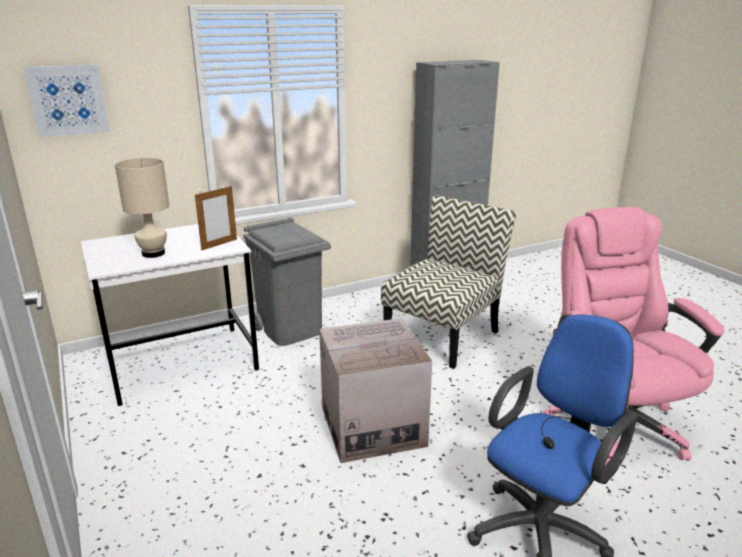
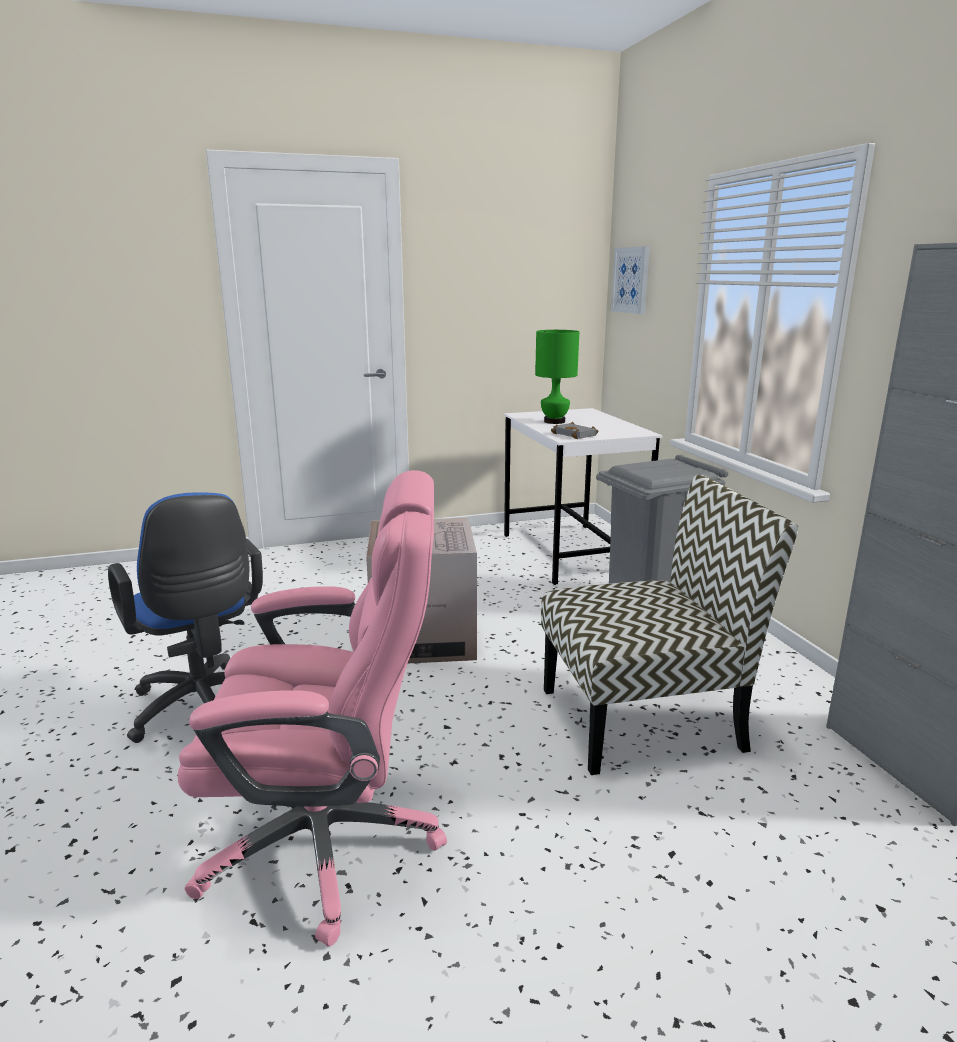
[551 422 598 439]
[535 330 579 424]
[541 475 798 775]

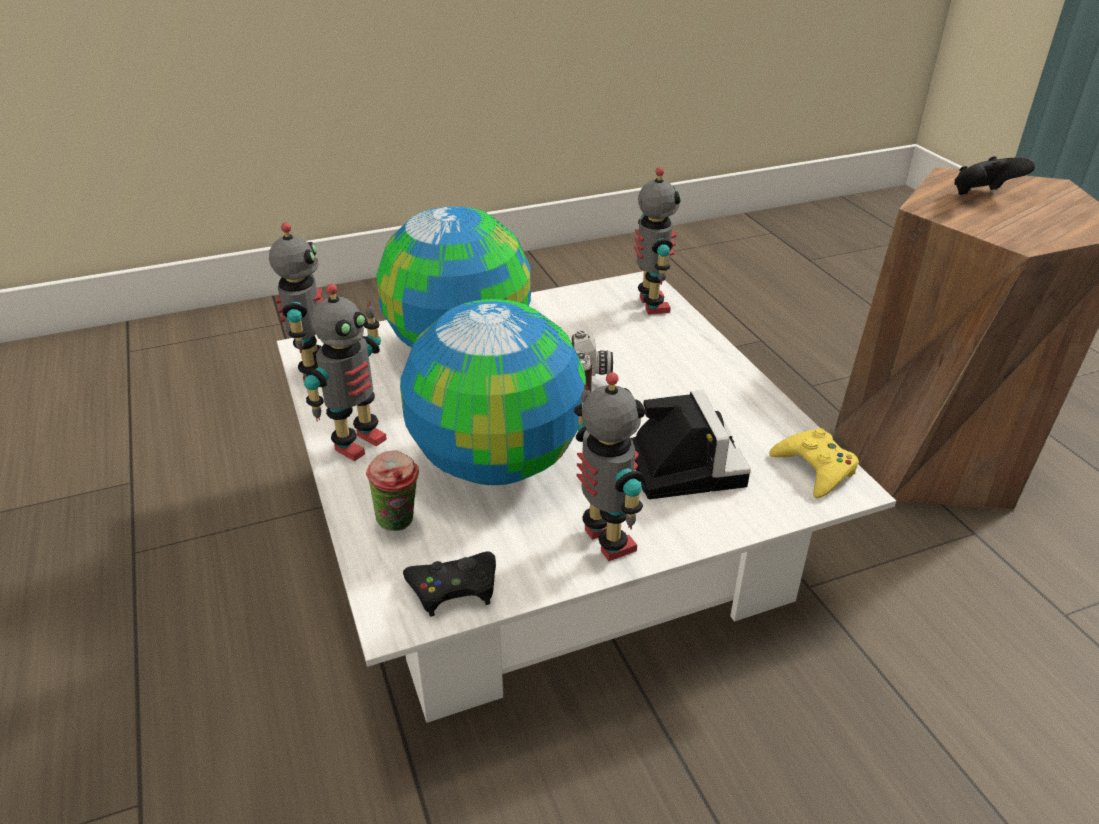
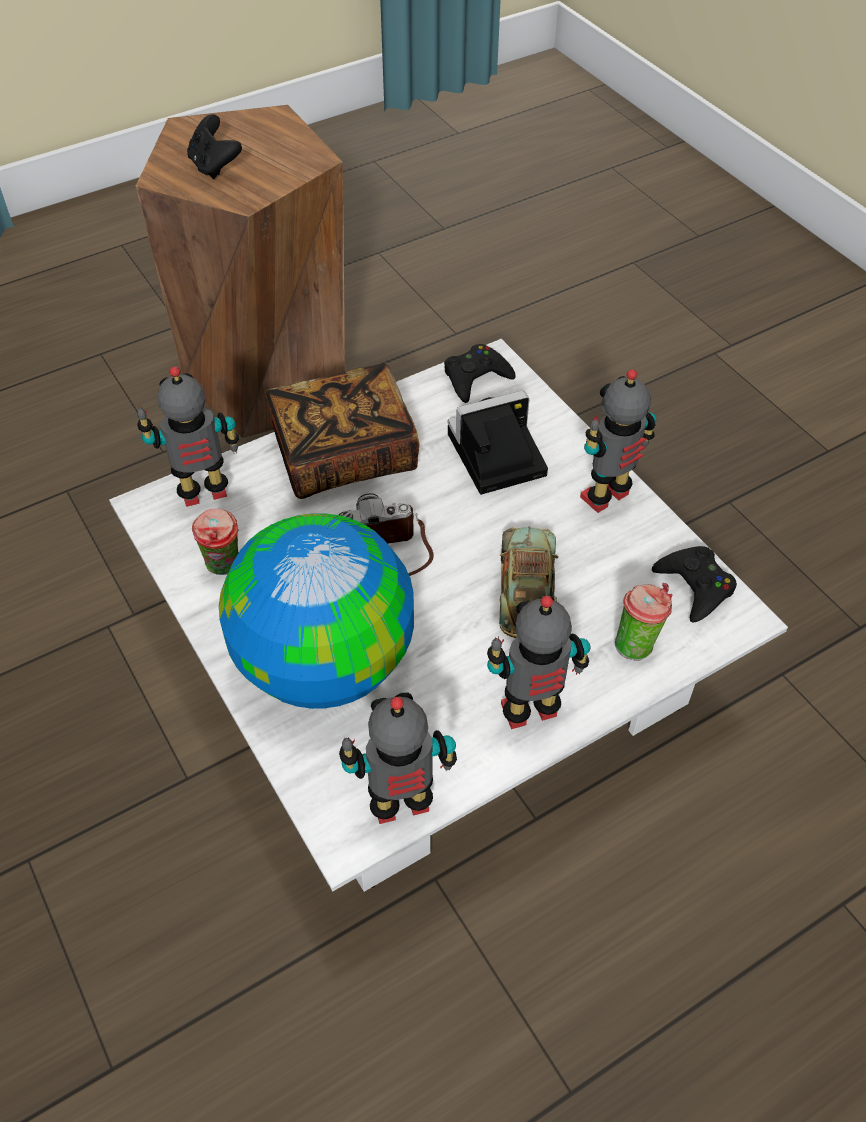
[192 509 239 575]
[265 364 419 499]
[499 526 559 638]
[444 344 516 403]
[487 595 591 729]

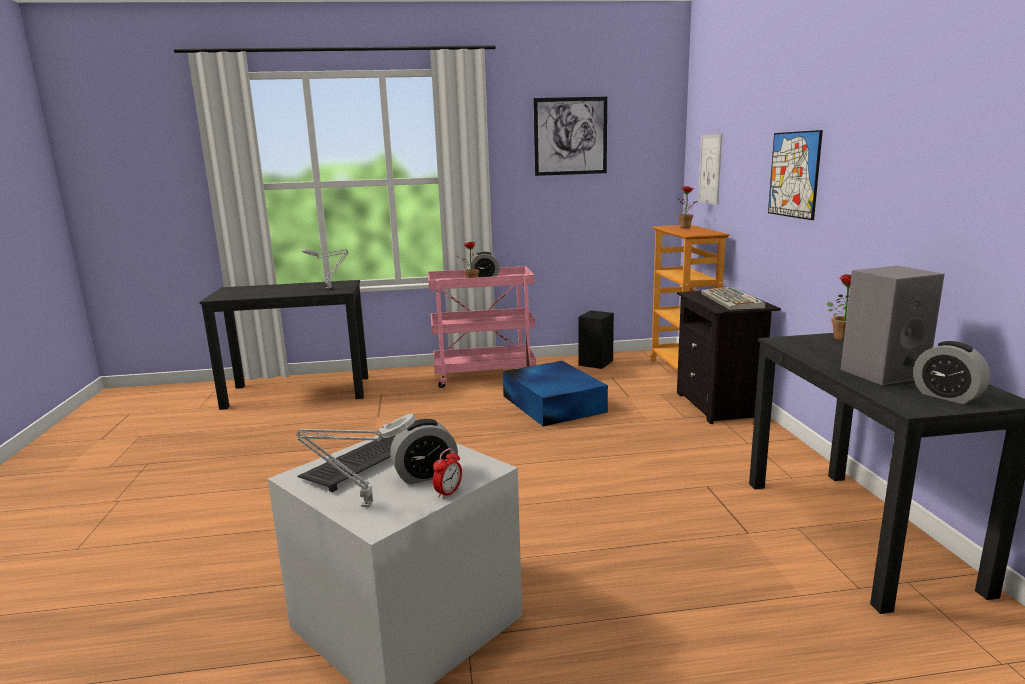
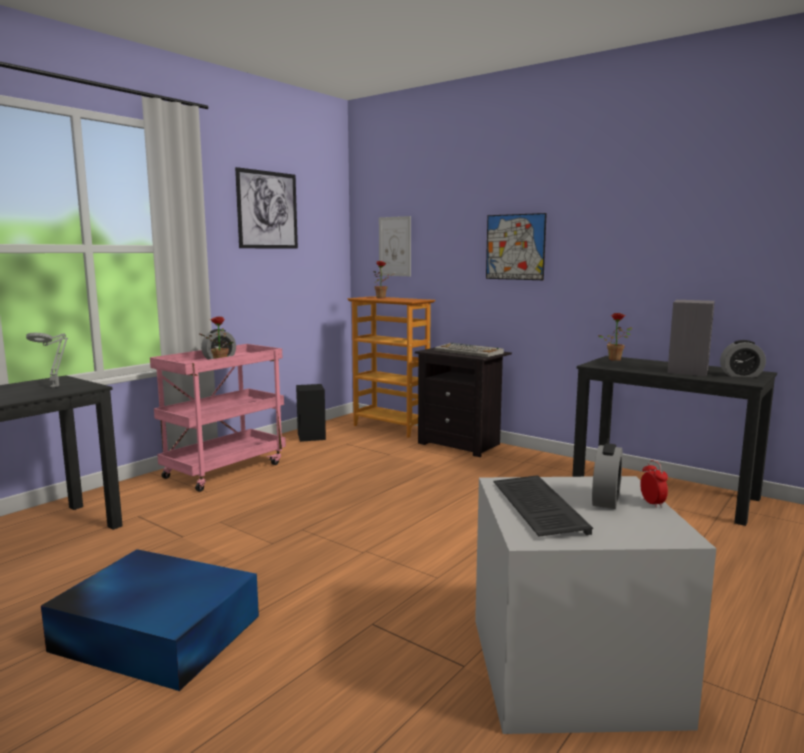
[296 414 416 508] (first image)
[41 549 259 691]

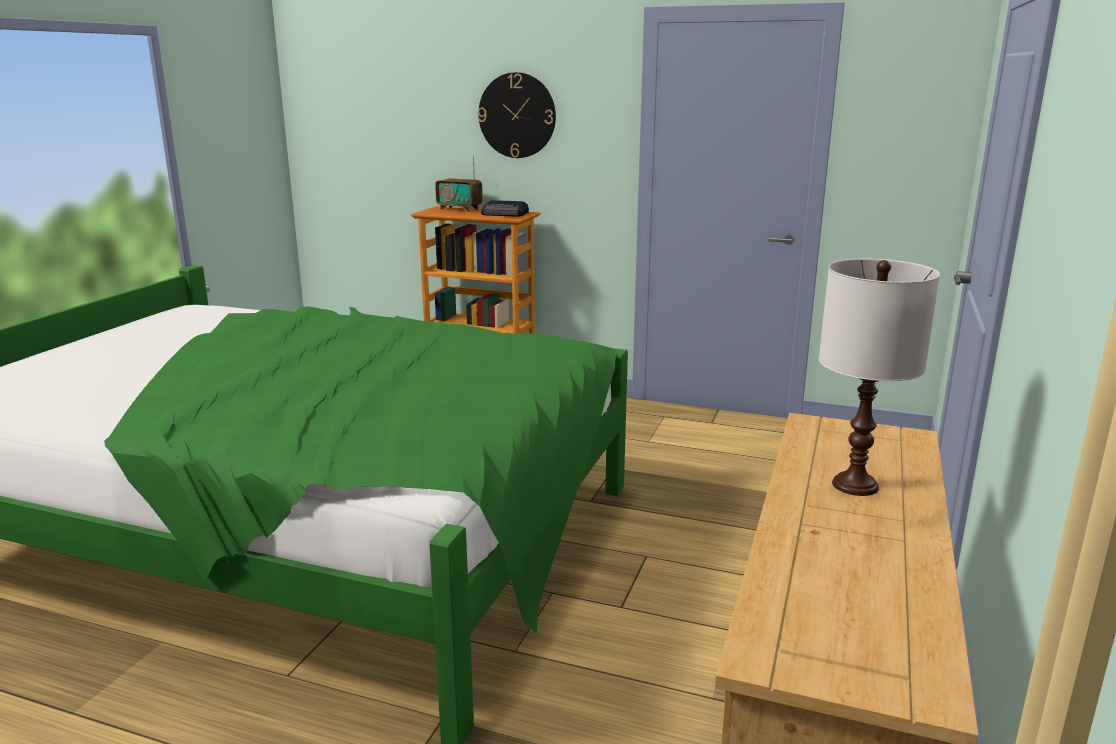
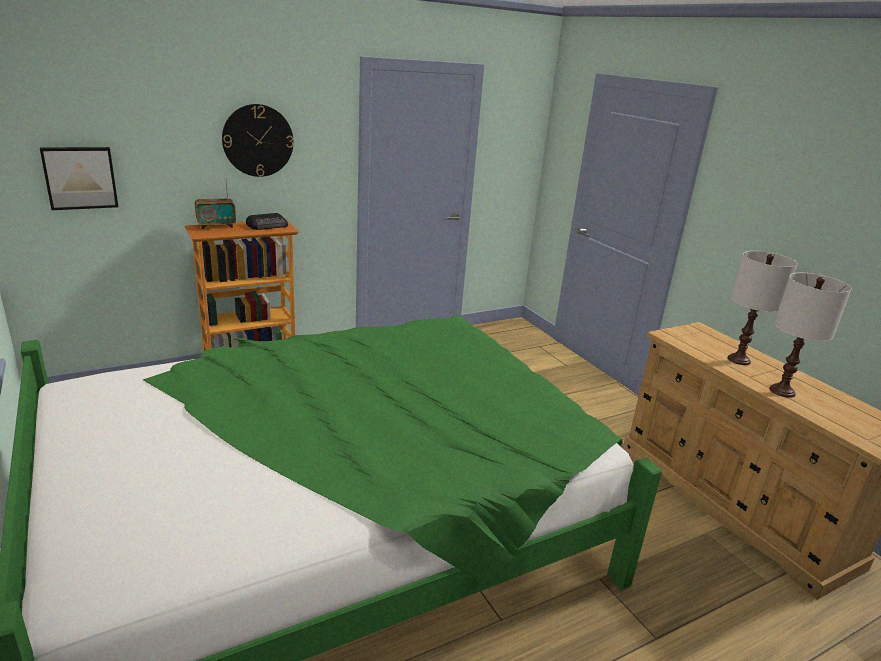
[40 147 118 210]
[769 273 852 398]

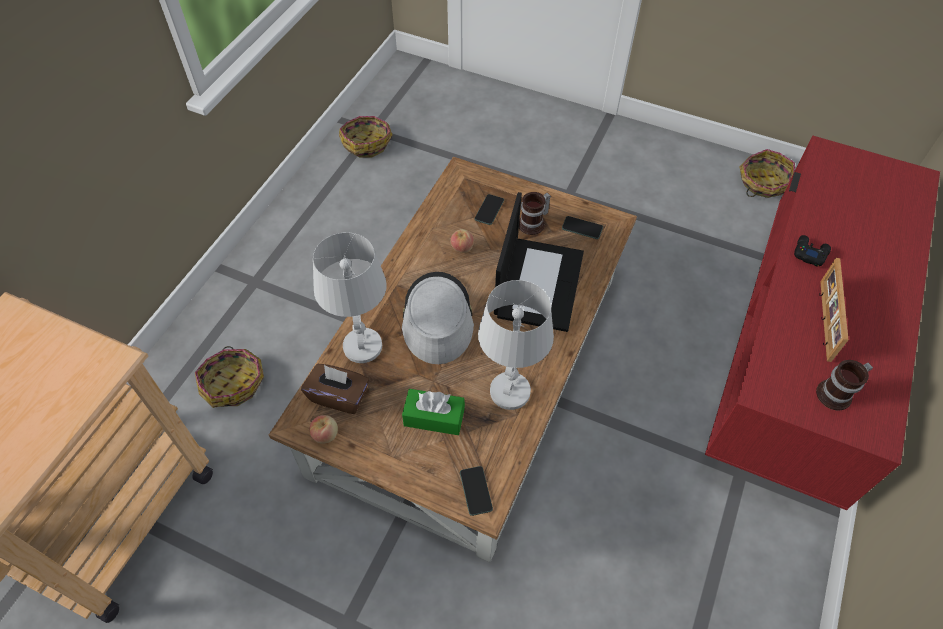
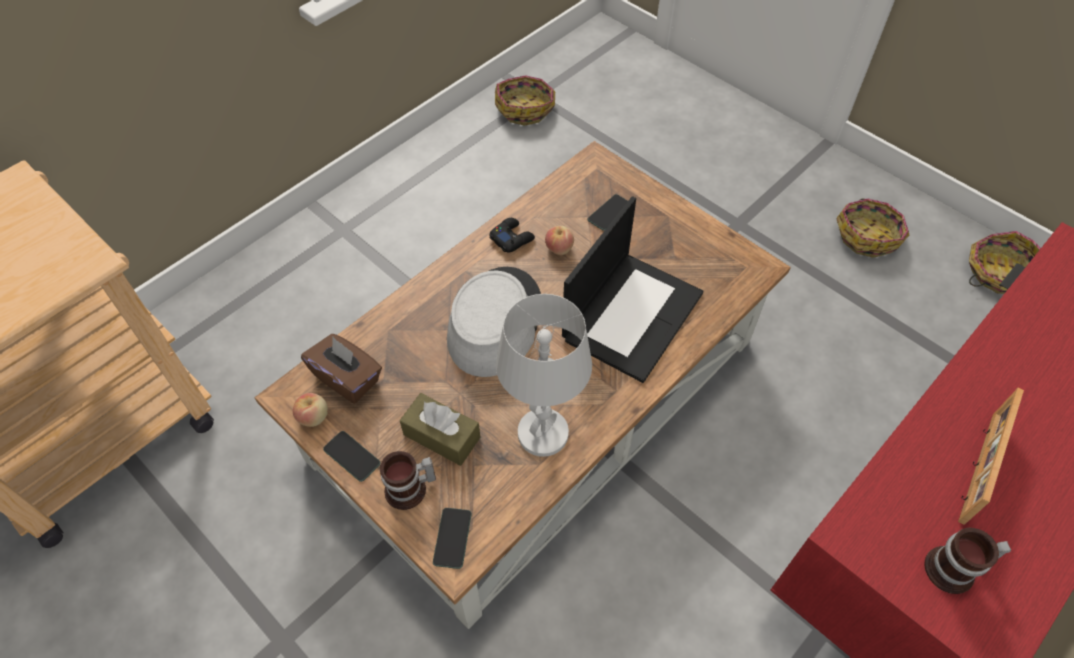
[313 232 387 363] (first image)
[836 199 909 258]
[380 451 436 510]
[323 431 380 482]
[489 218 535 253]
[400 393 481 466]

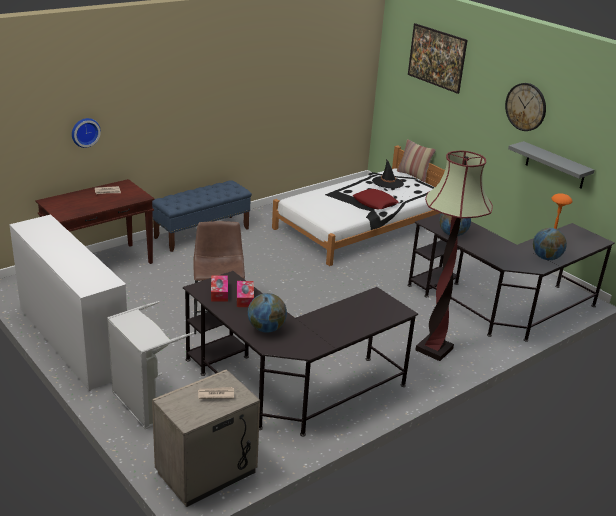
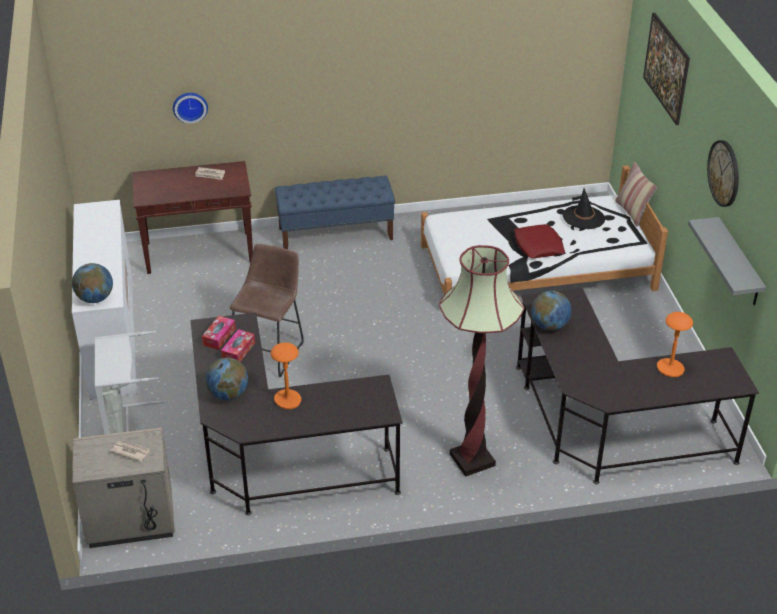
[271 342 301 409]
[72 263 113 303]

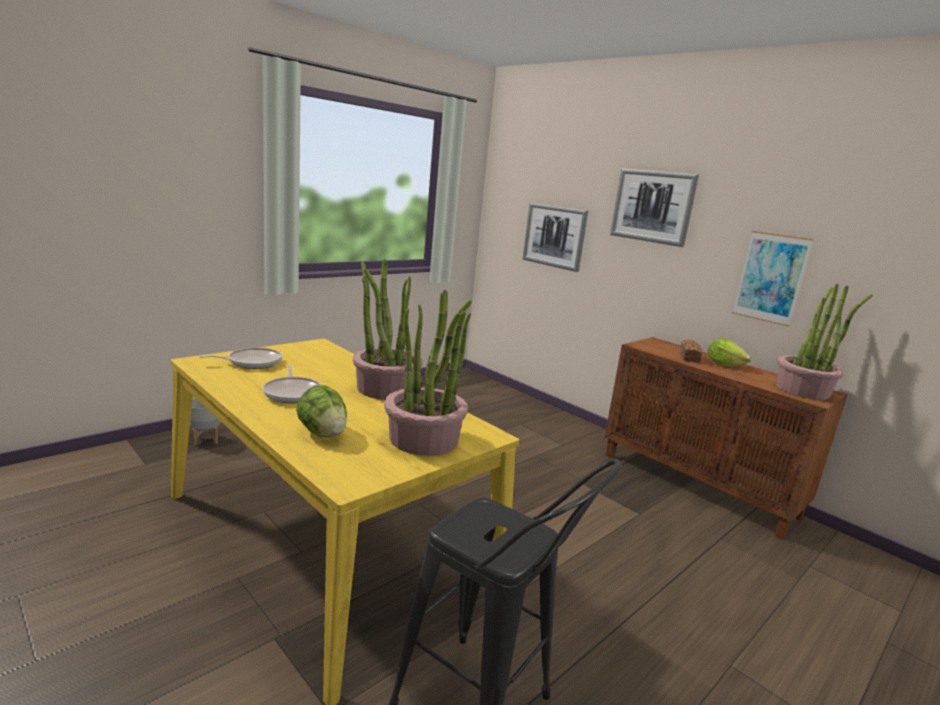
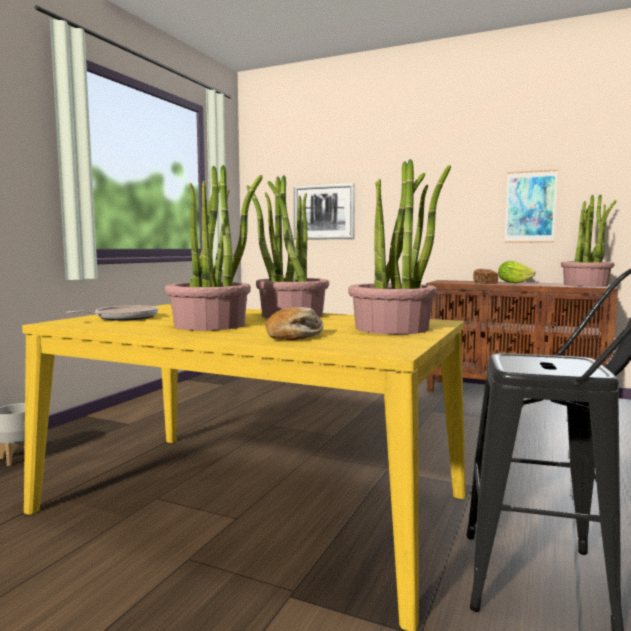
[610 169 699 247] (first image)
[165 165 263 331]
[266 307 323 340]

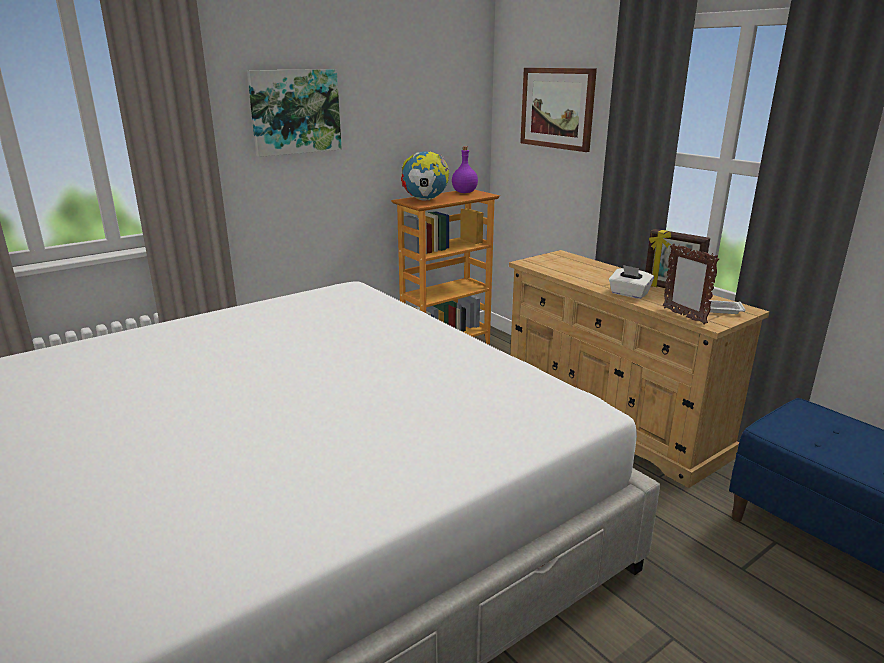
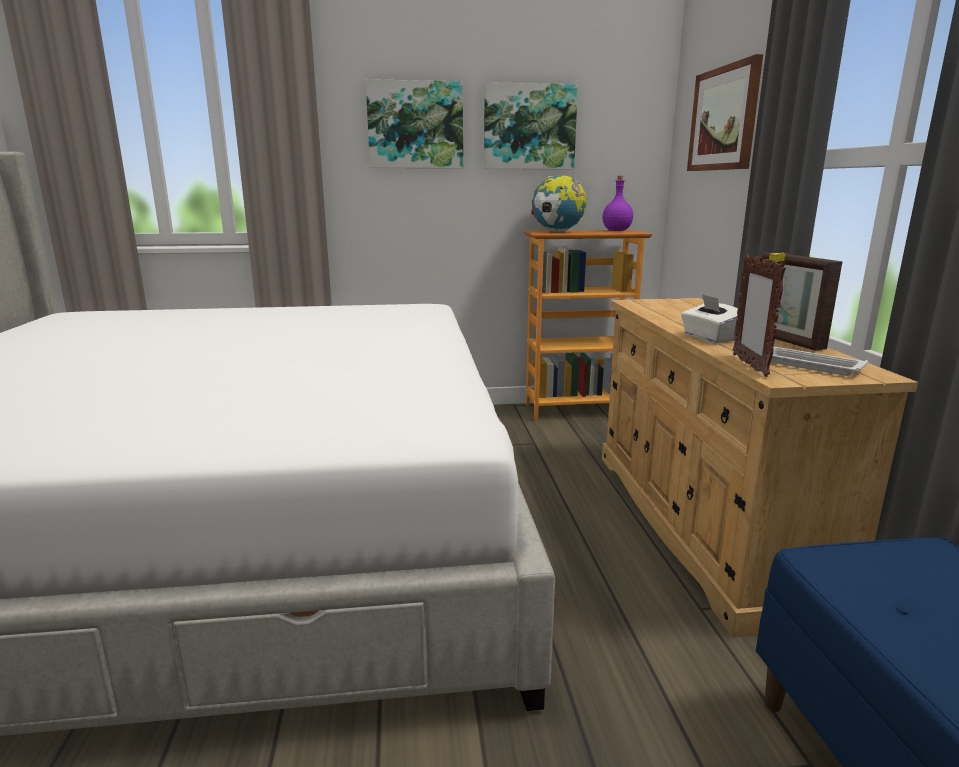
[484 82 578 169]

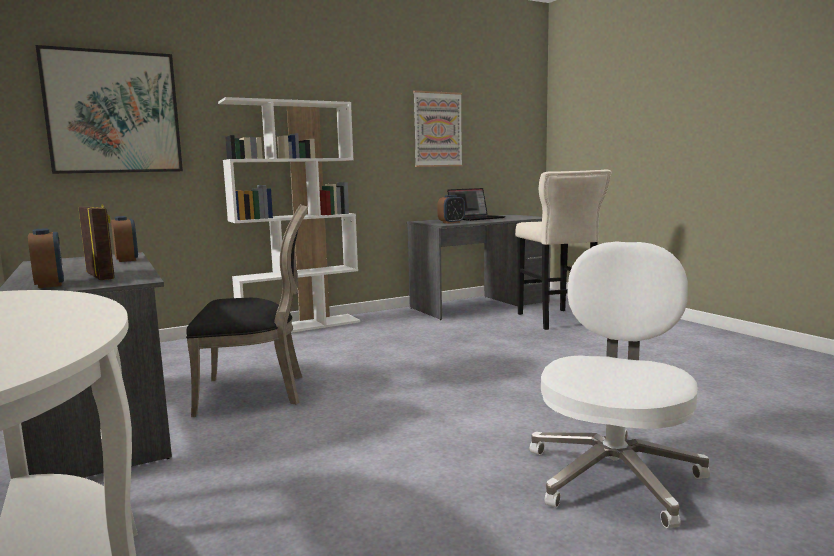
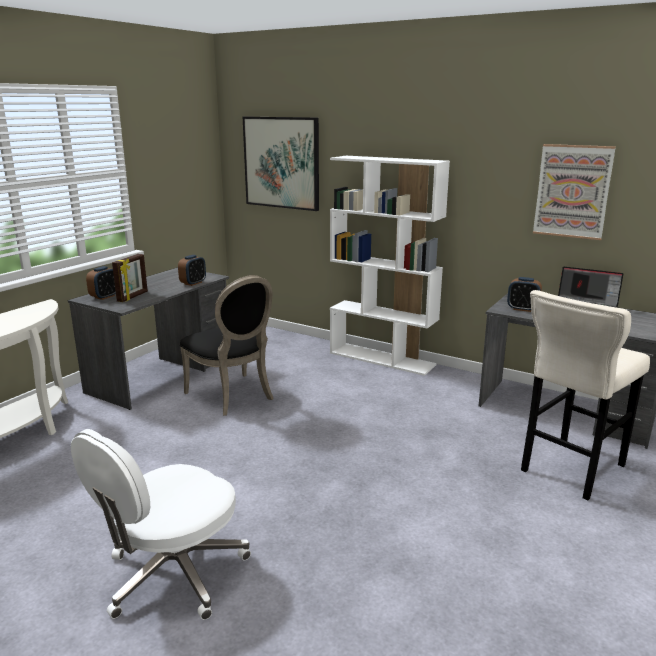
[71 429 251 620]

